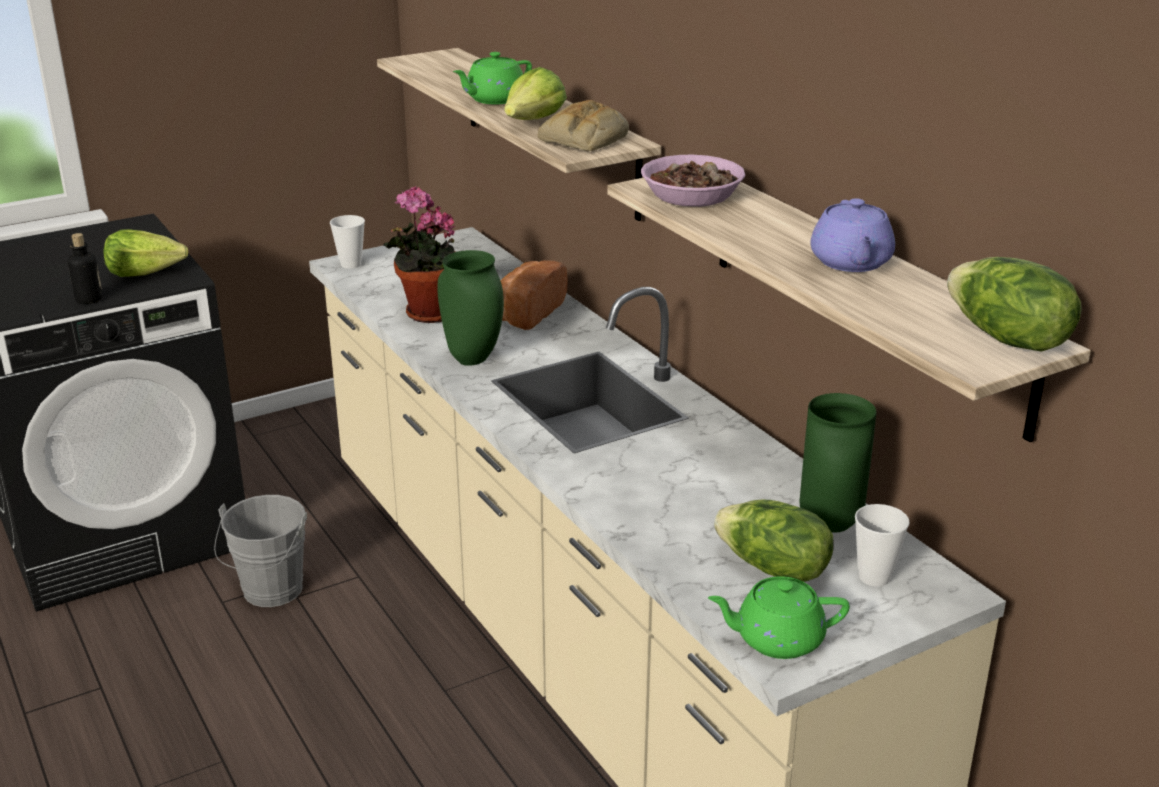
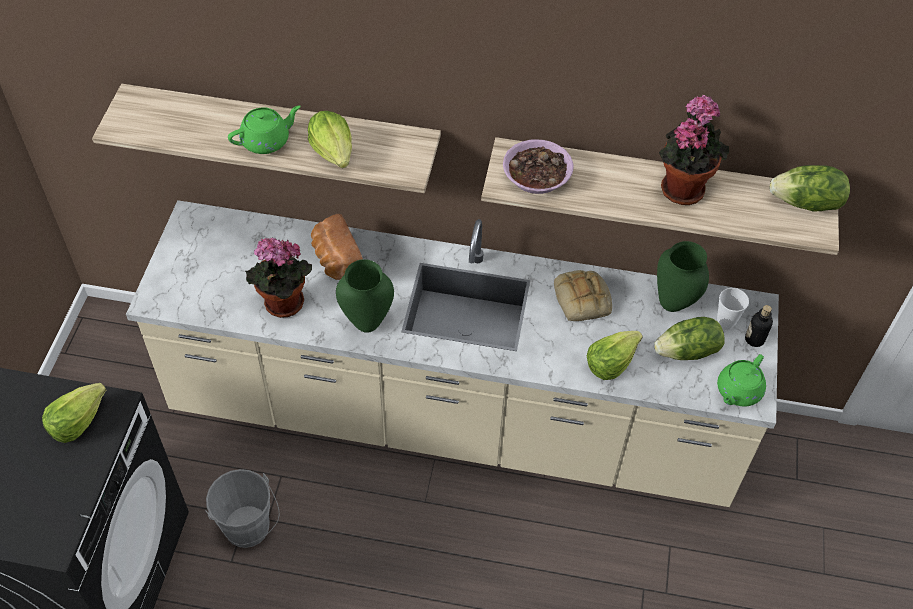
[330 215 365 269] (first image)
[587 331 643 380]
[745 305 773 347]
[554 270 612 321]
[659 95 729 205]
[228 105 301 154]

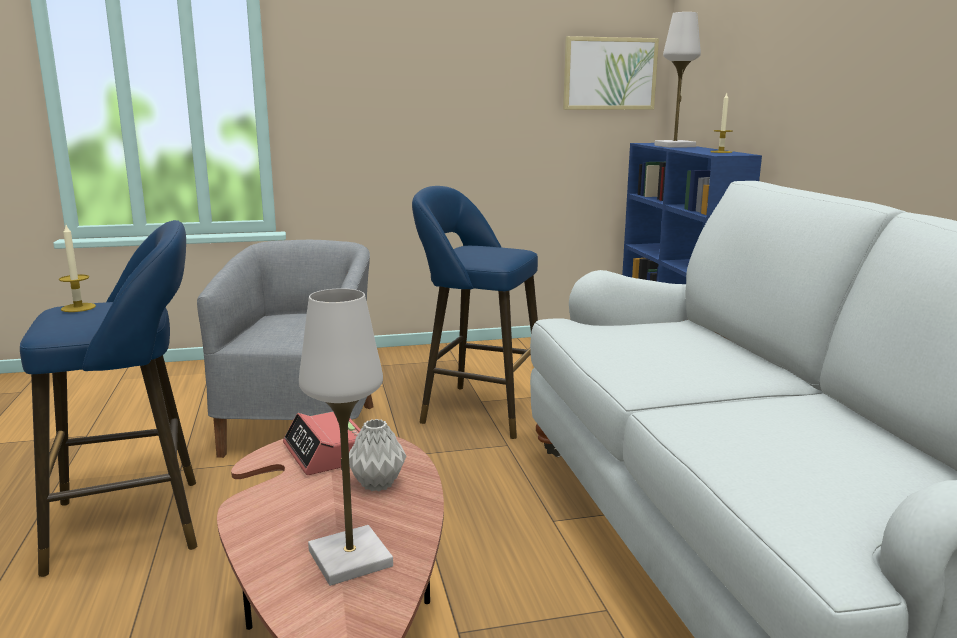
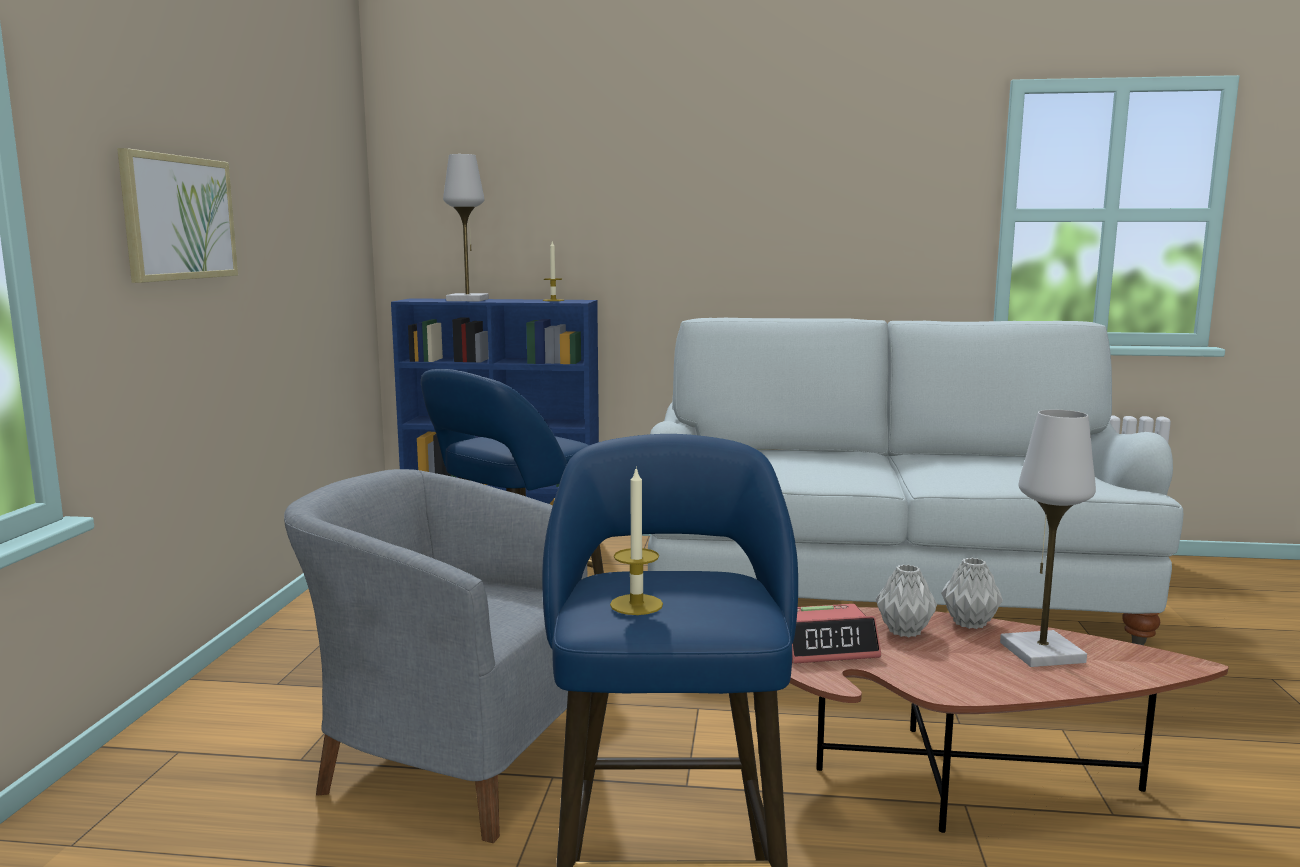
[941 558 1003 629]
[117 148 238 283]

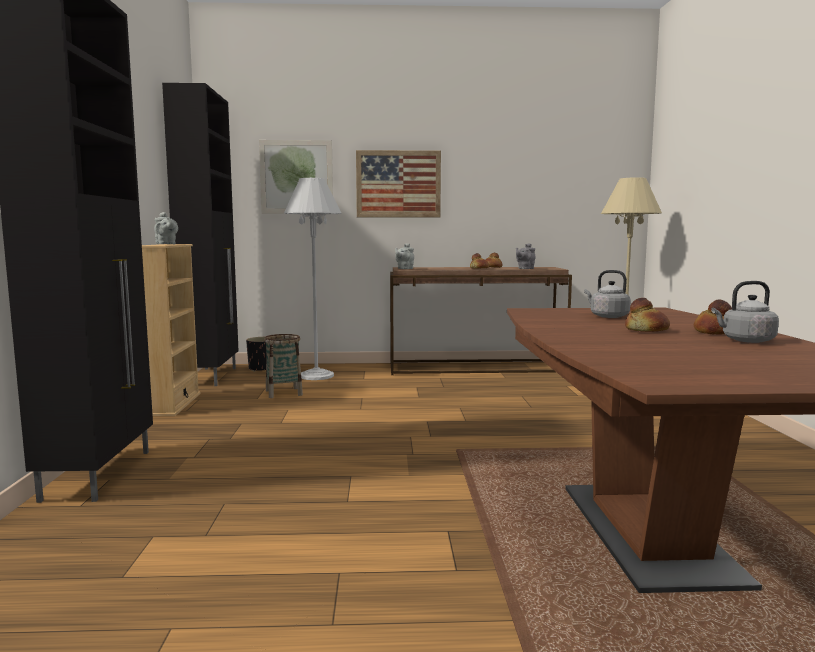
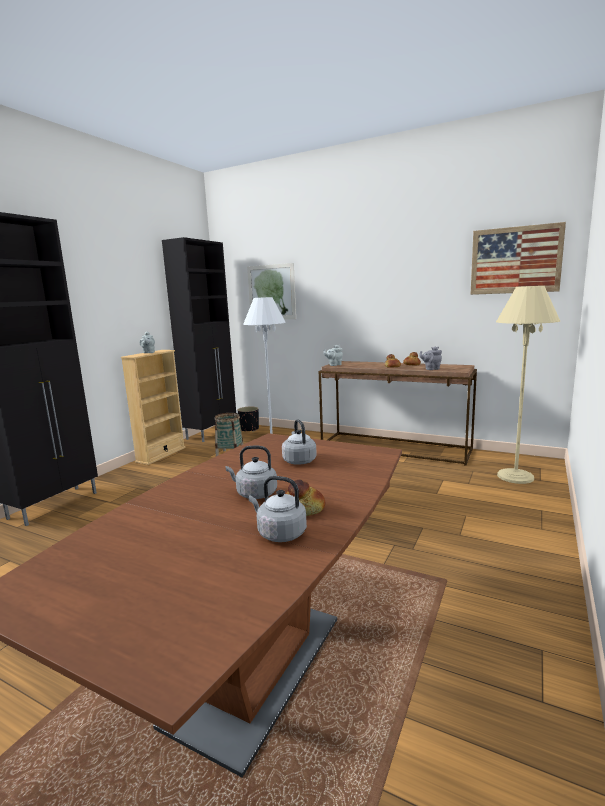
[470 222 566 295]
[226 446 277 499]

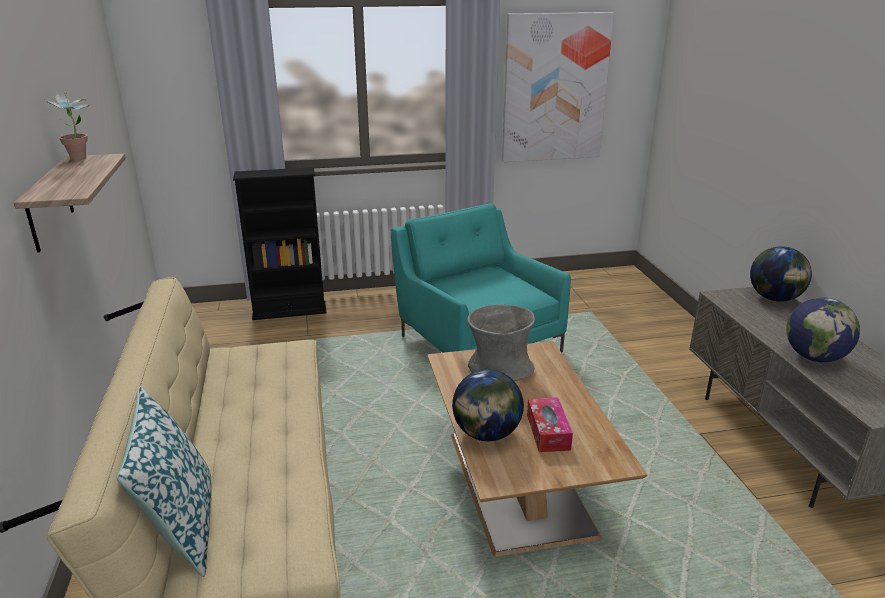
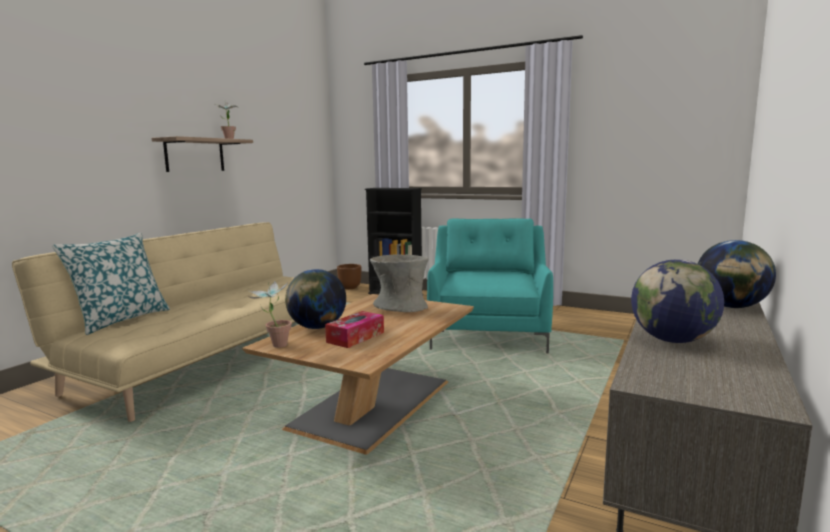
[502 12 614 162] (first image)
[249 281 292 348]
[337 264 361 289]

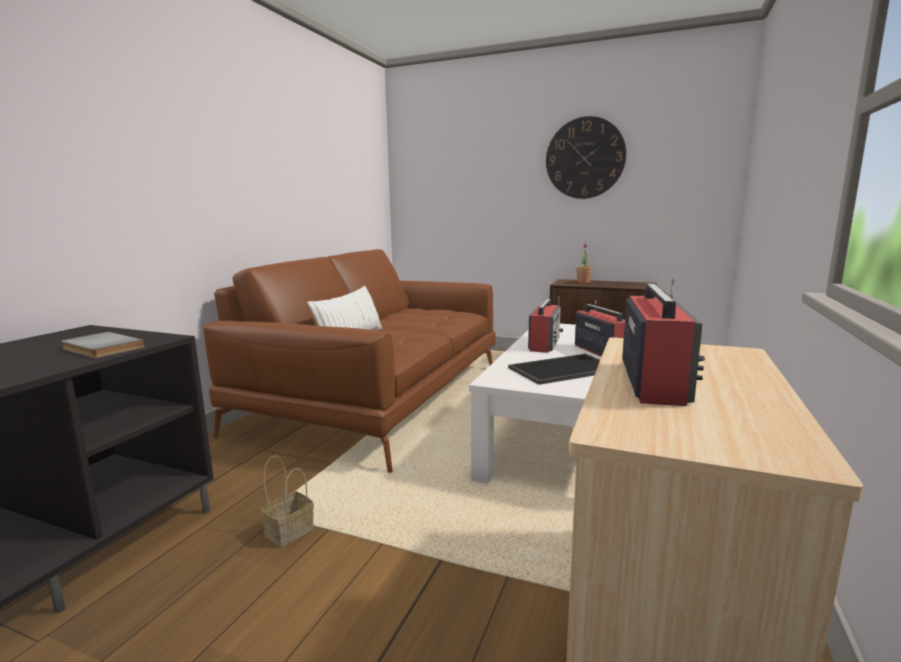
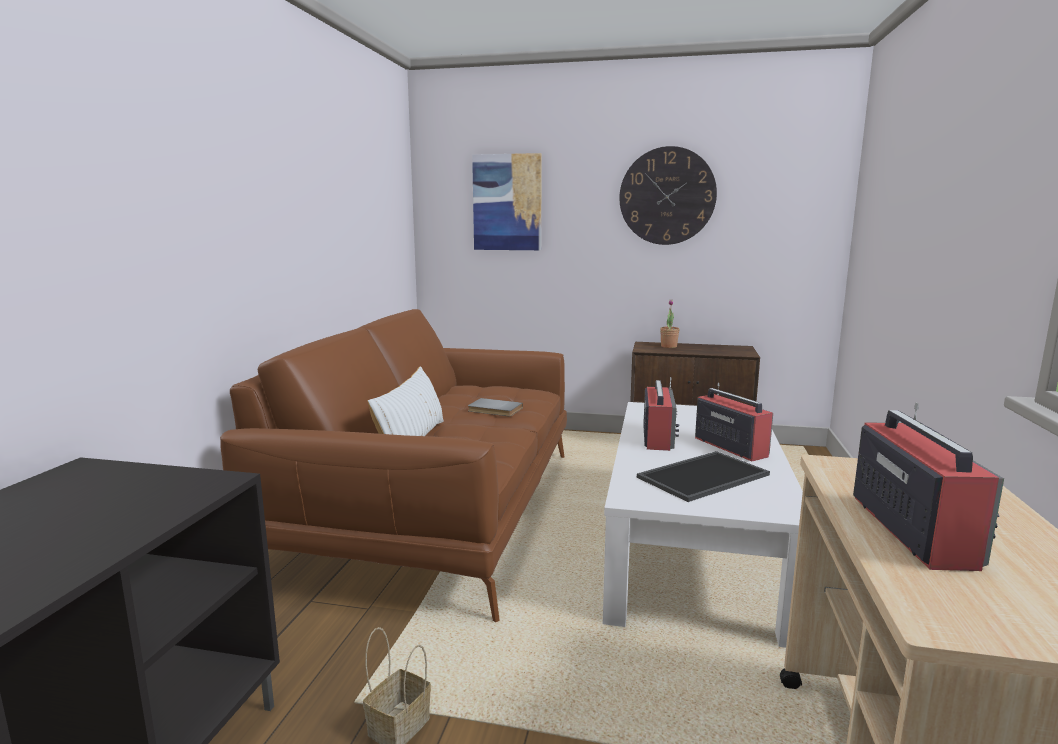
[472 153 542 250]
[468 398 523 416]

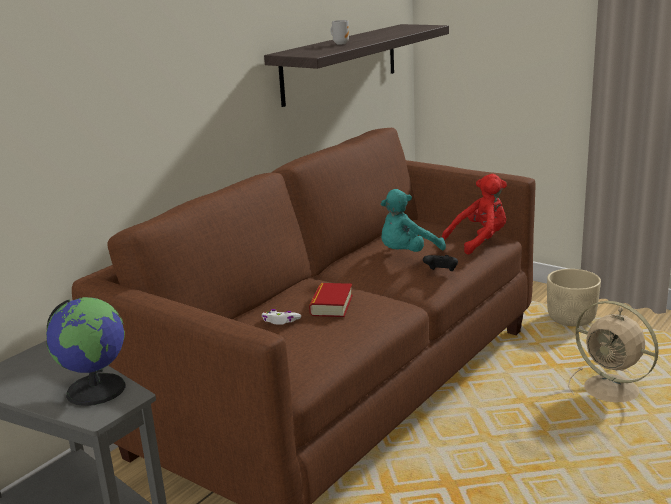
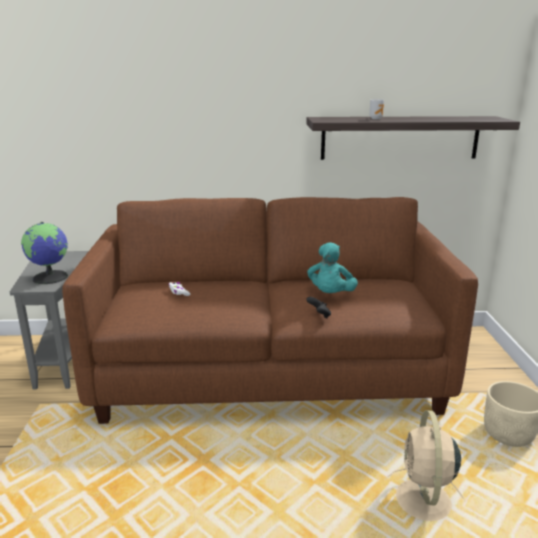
[309 283 353 317] (first image)
[442 174 507 255] (first image)
[307 243 358 293]

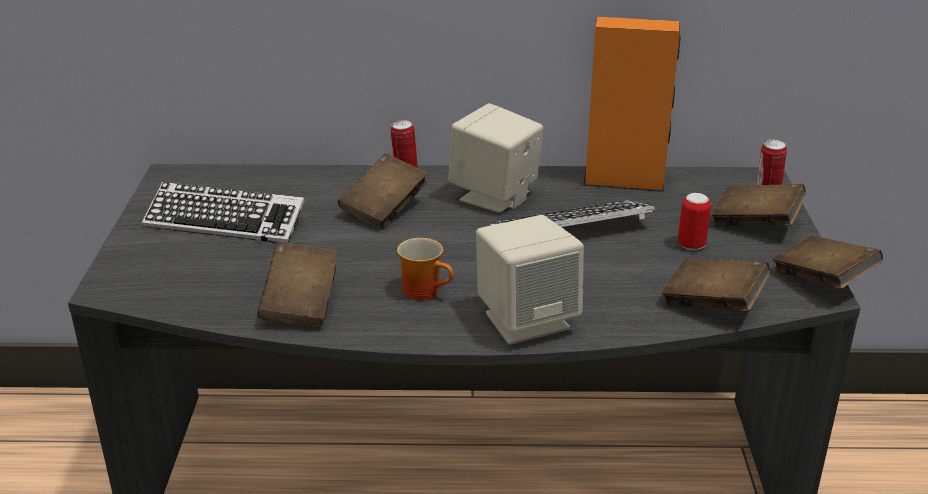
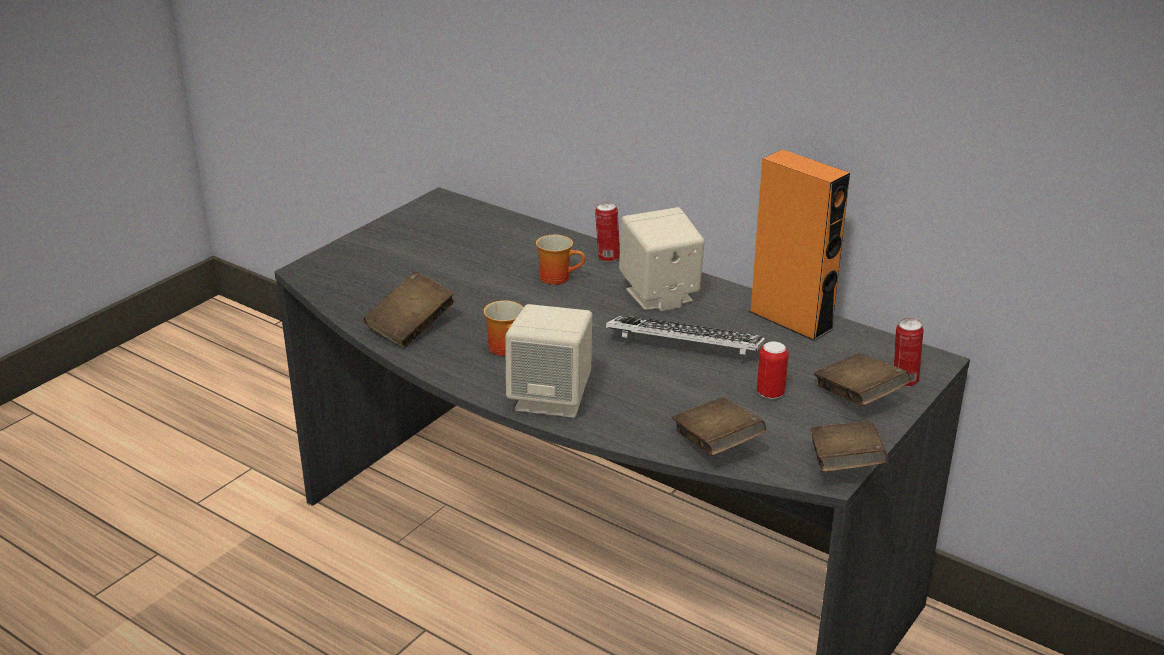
[142 182 305 243] (first image)
[536 235 585 285]

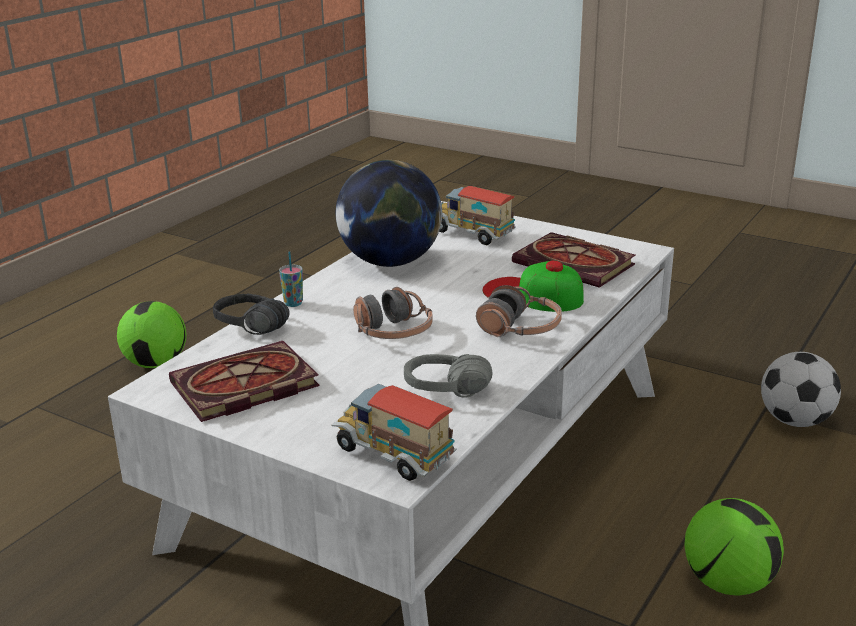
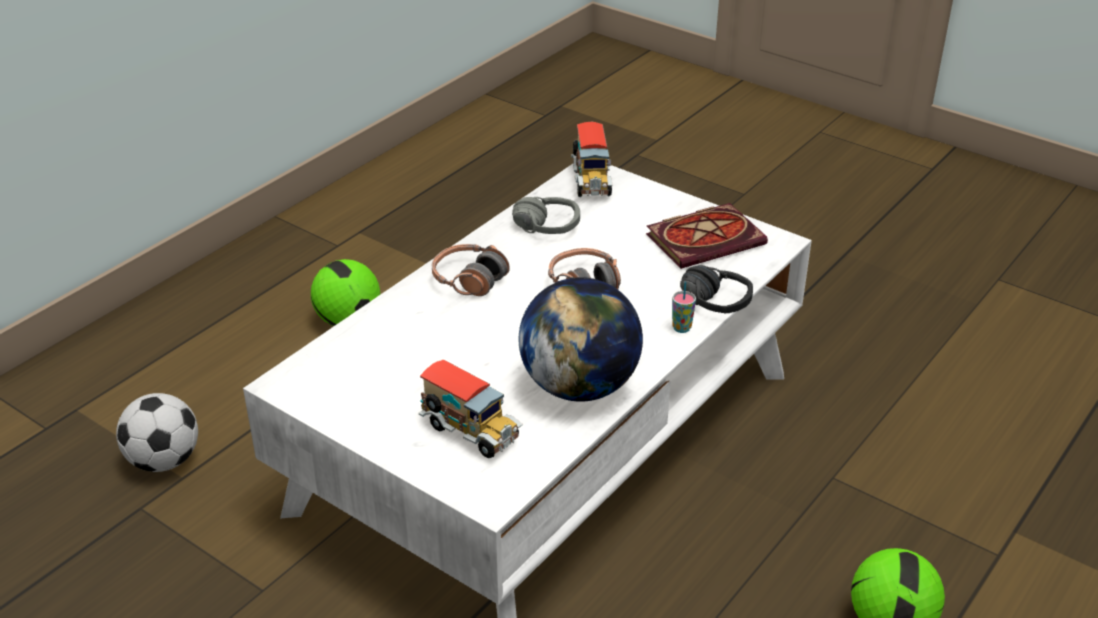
[483 261 584 312] (first image)
[512 232 636 288] (first image)
[571 122 613 197]

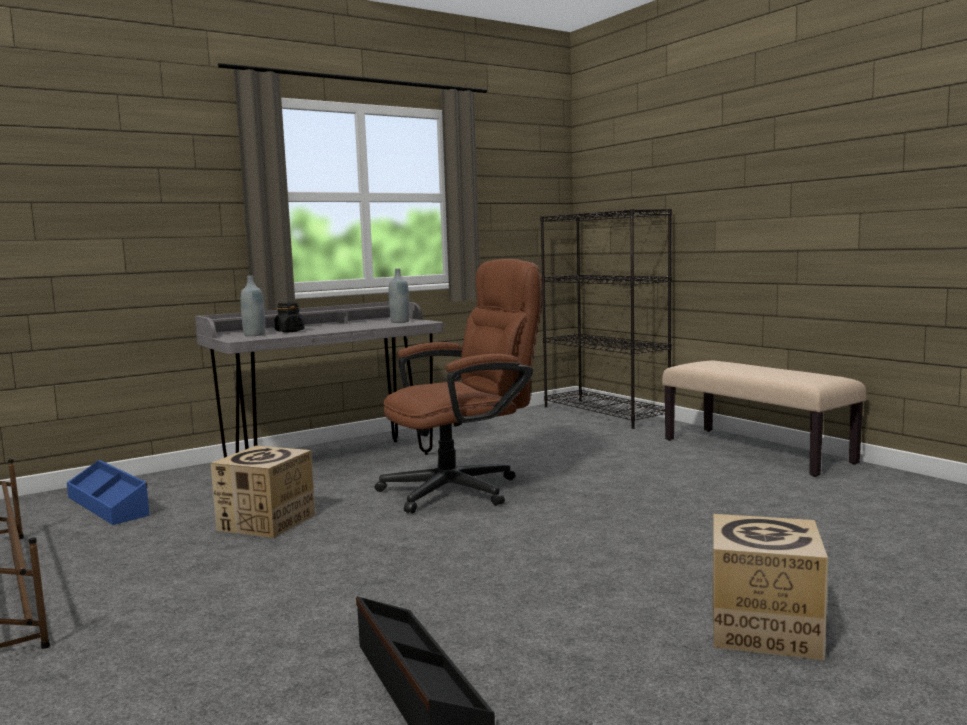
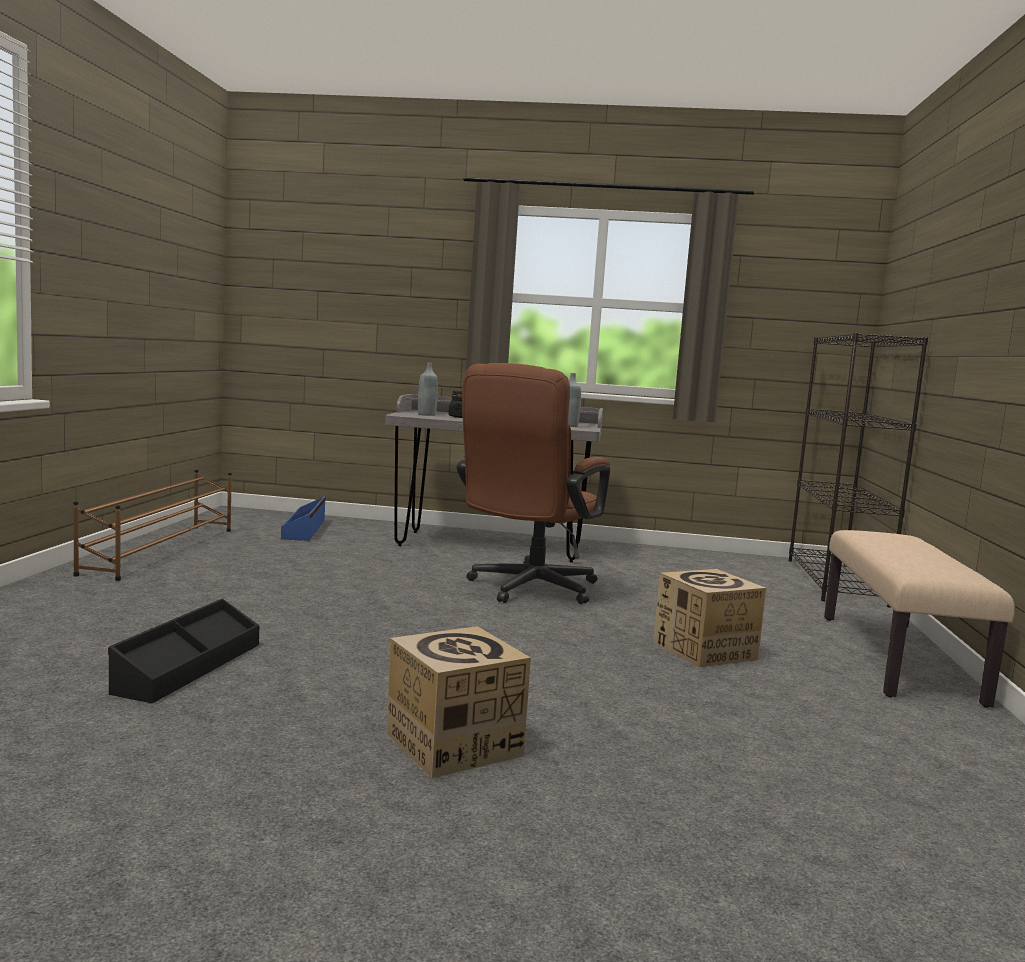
[653 569 766 667]
[457 363 610 604]

